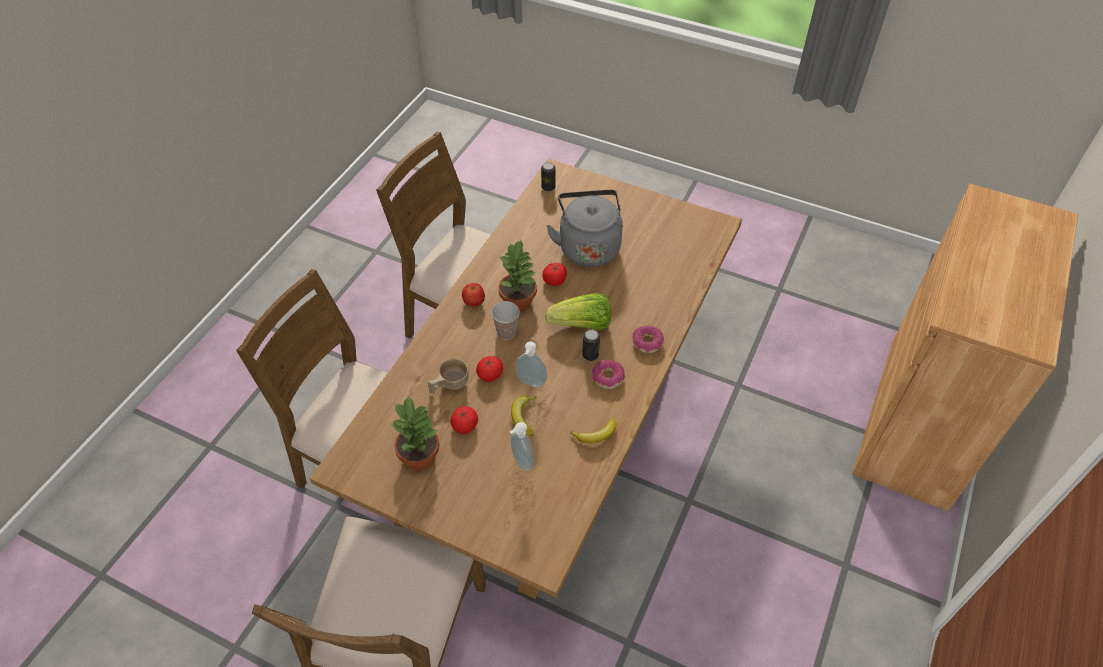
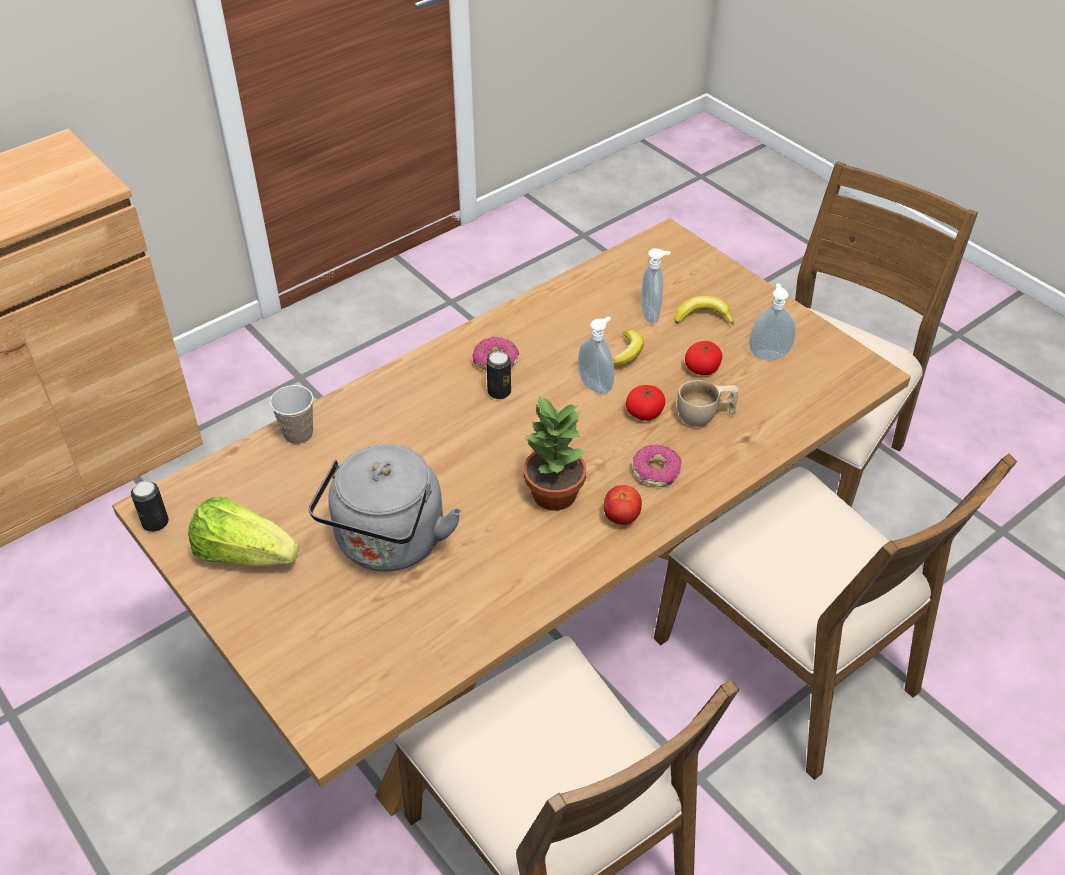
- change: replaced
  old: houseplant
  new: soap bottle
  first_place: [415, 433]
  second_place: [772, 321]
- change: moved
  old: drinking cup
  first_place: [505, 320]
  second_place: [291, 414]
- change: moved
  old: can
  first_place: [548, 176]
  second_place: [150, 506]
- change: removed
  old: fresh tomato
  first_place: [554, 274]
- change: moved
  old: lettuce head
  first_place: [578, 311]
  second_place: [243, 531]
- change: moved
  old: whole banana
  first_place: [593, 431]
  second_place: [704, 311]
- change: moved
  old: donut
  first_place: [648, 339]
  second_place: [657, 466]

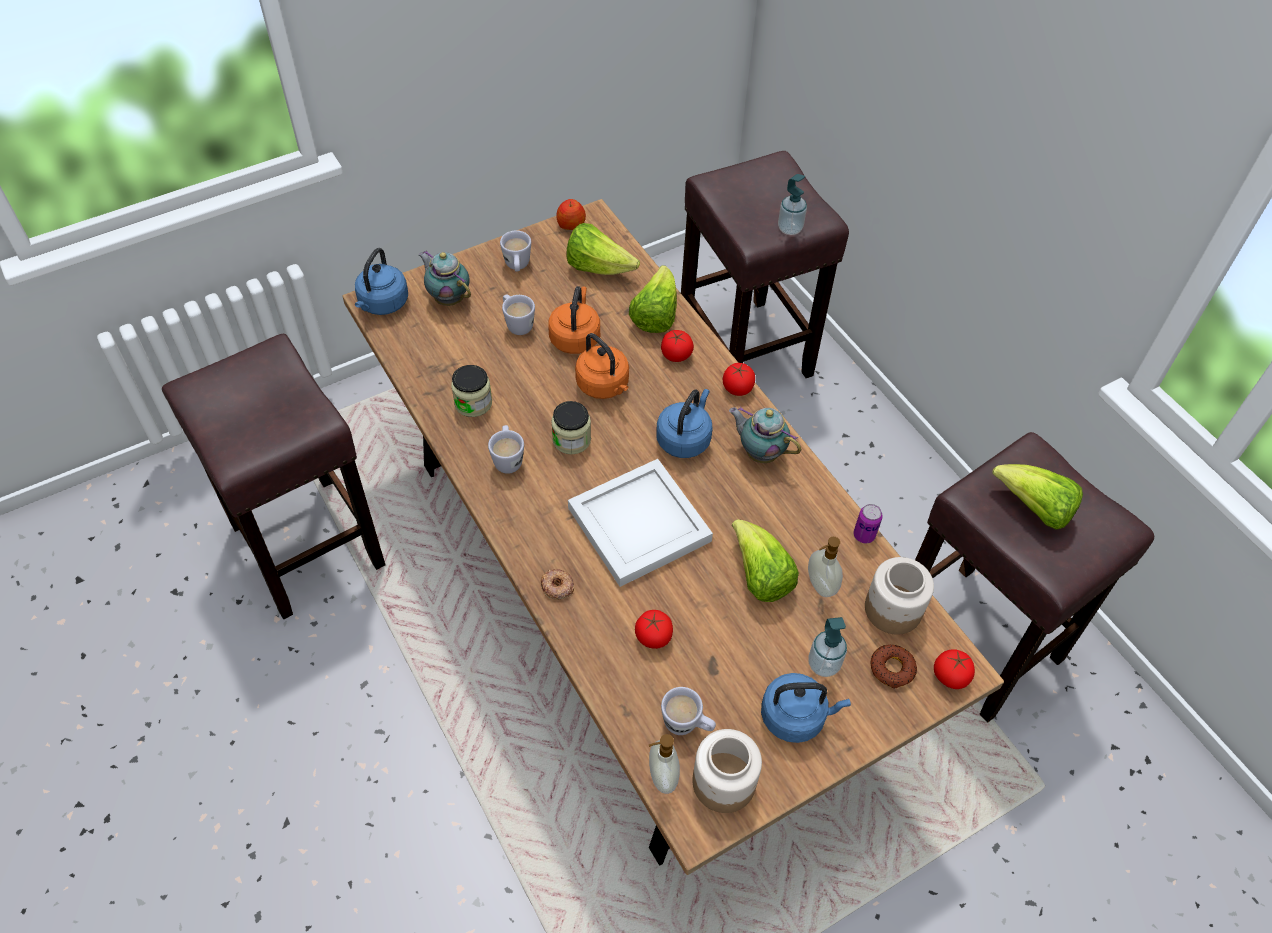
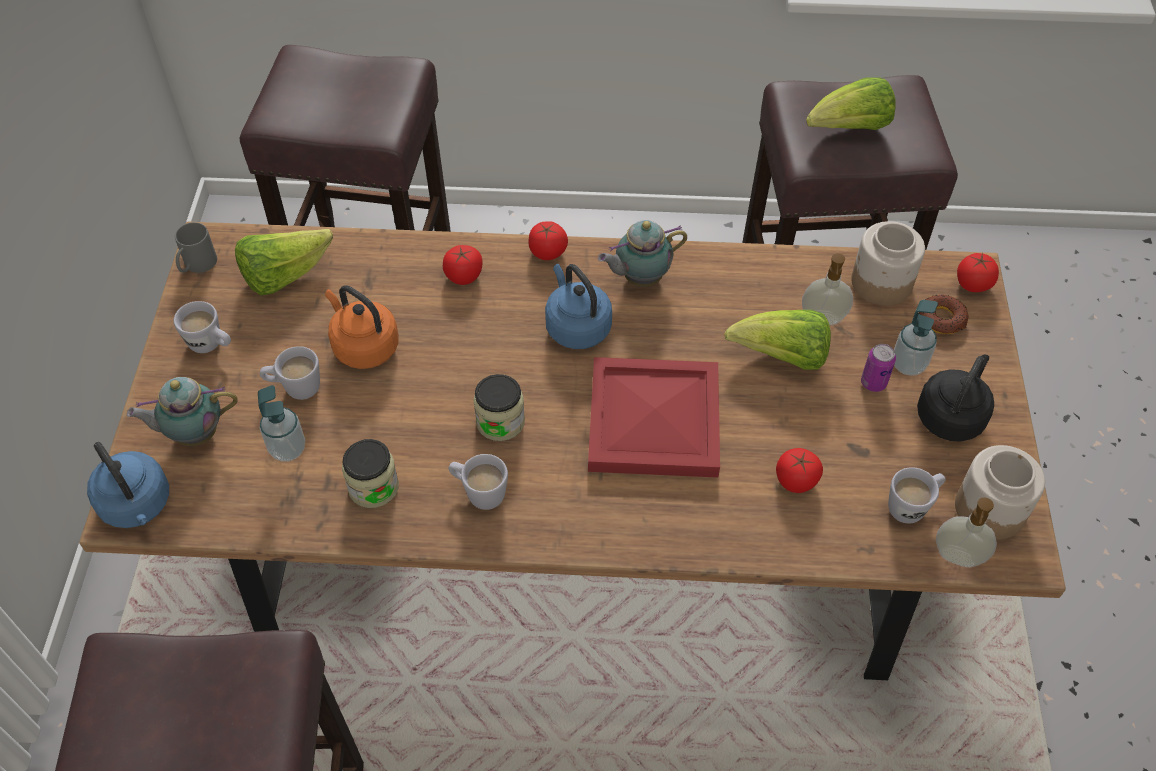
- change: removed
  old: donut
  first_place: [557, 584]
- change: replaced
  old: whole apple
  new: coffee mug in grey
  first_place: [571, 214]
  second_place: [196, 247]
- change: recoloured
  old: carrying tray in whitish
  new: carrying tray in red
  first_place: [640, 523]
  second_place: [654, 417]
- change: removed
  old: tea kettle in orange
  first_place: [602, 366]
- change: removed
  old: lettuce head
  first_place: [653, 299]
- change: recoloured
  old: tea kettle in bluish
  new: tea kettle in blackish
  first_place: [806, 708]
  second_place: [955, 398]
- change: moved
  old: soap bottle
  first_place: [792, 204]
  second_place: [281, 423]
- change: moved
  old: can
  first_place: [868, 523]
  second_place: [878, 368]

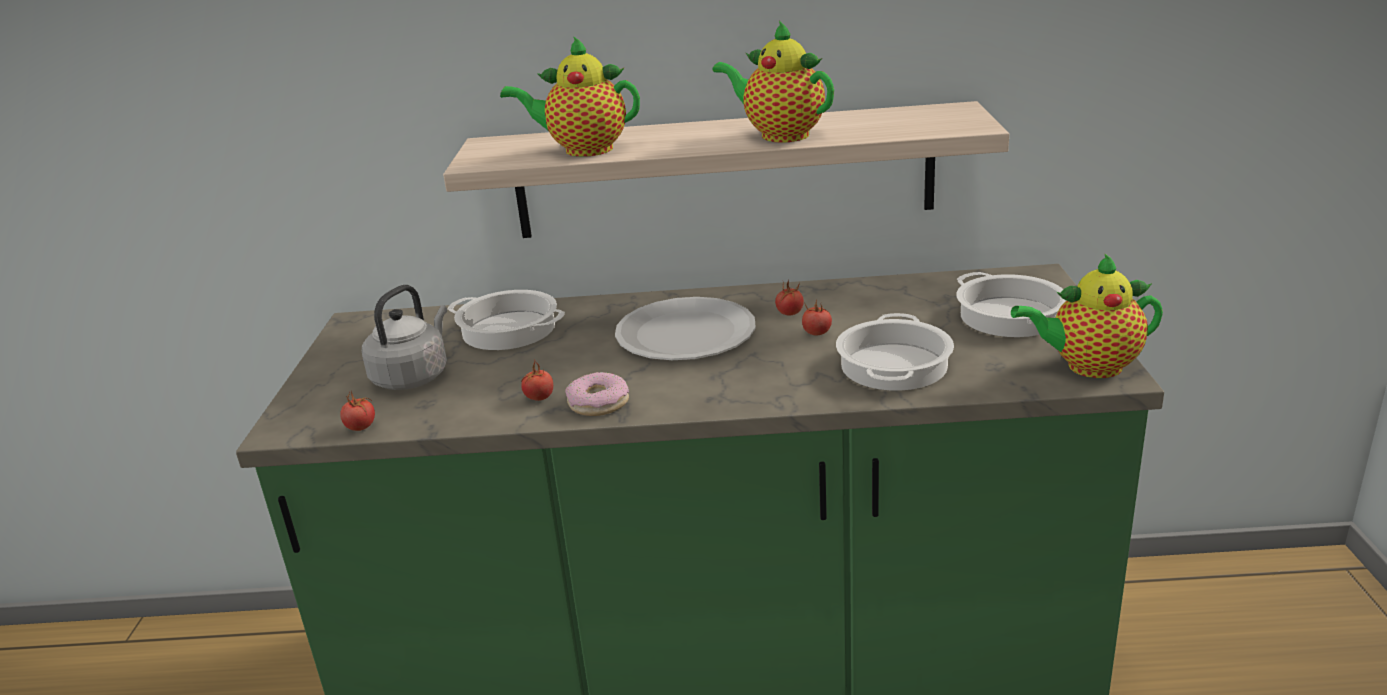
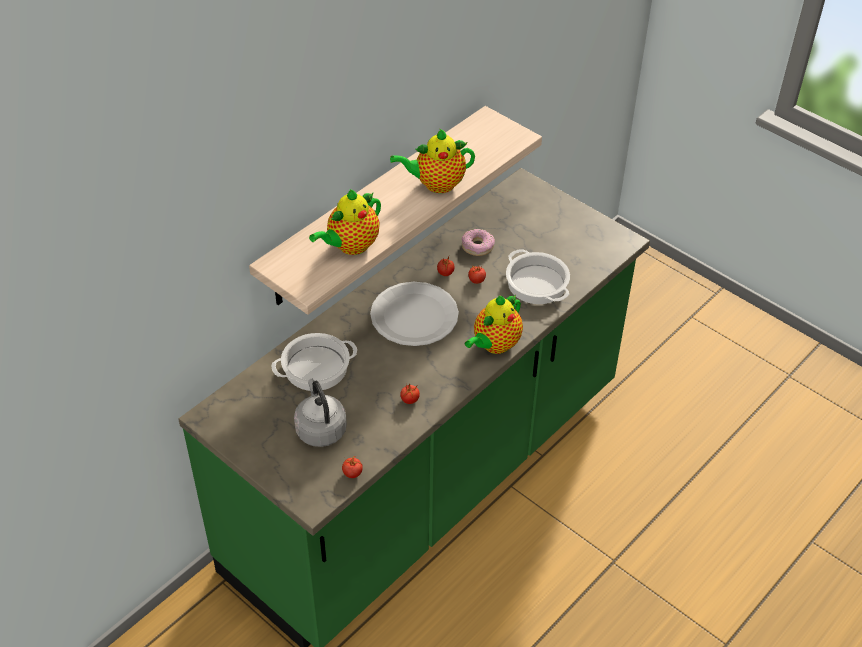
- change: moved
  old: donut
  first_place: [597, 394]
  second_place: [478, 242]
- change: removed
  old: saucepot
  first_place: [1011, 304]
- change: moved
  old: pot for tea
  first_place: [1087, 315]
  second_place: [494, 324]

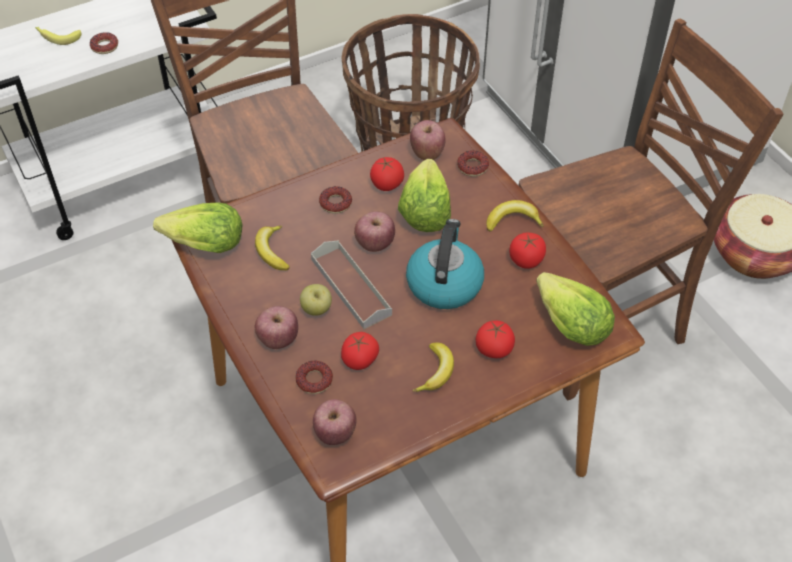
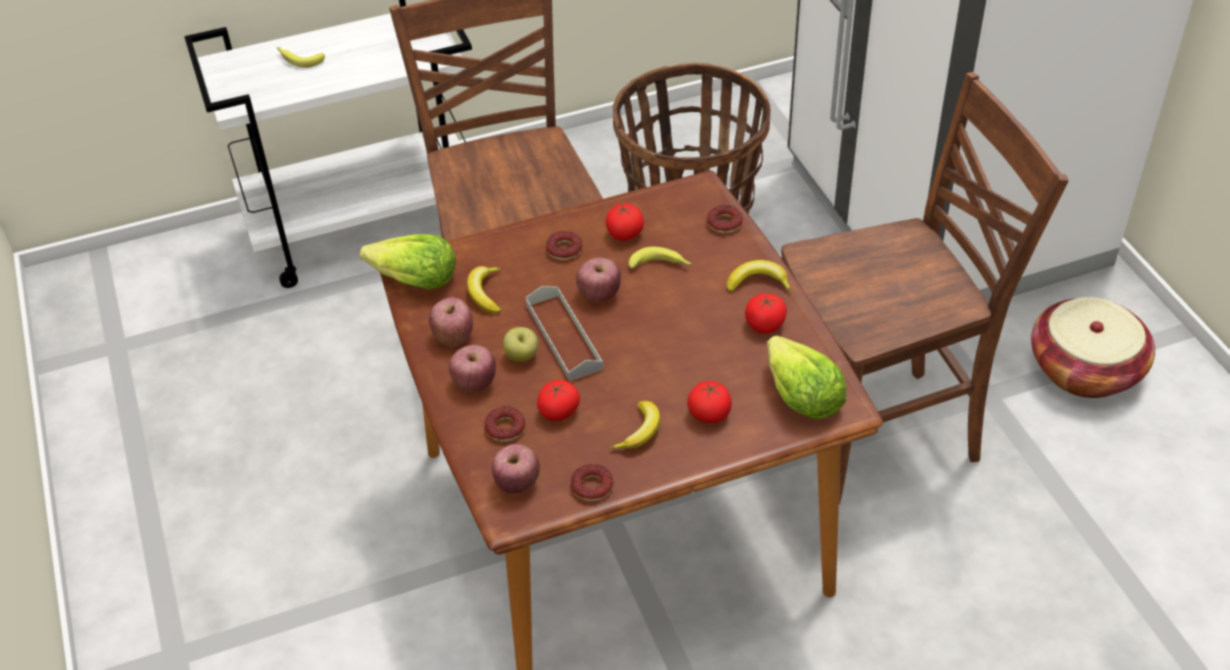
- change: moved
  old: donut
  first_place: [104, 43]
  second_place: [592, 482]
- change: replaced
  old: lettuce head
  new: whole banana
  first_place: [424, 195]
  second_place: [660, 258]
- change: removed
  old: tea kettle
  first_place: [445, 264]
- change: moved
  old: whole apple
  first_place: [428, 140]
  second_place: [451, 322]

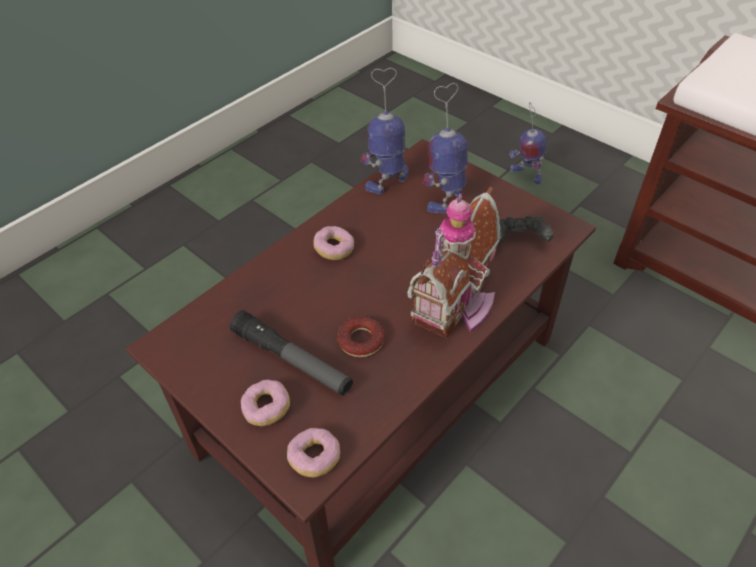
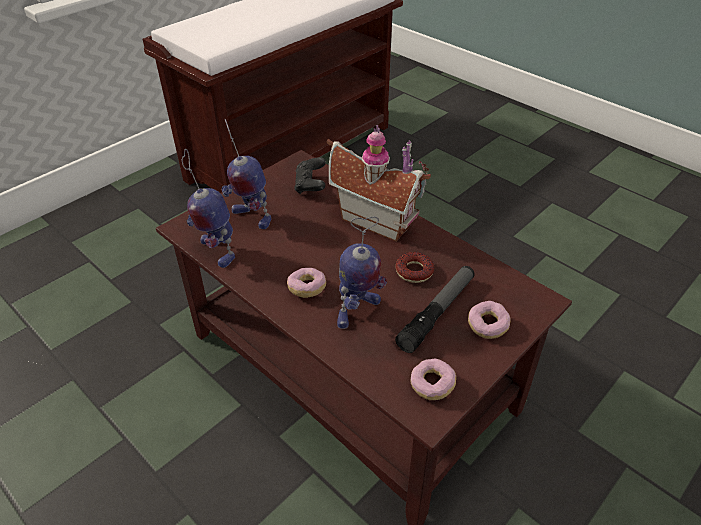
- change: moved
  old: donut
  first_place: [313, 452]
  second_place: [433, 379]
- change: moved
  old: toy robot
  first_place: [527, 143]
  second_place: [362, 272]

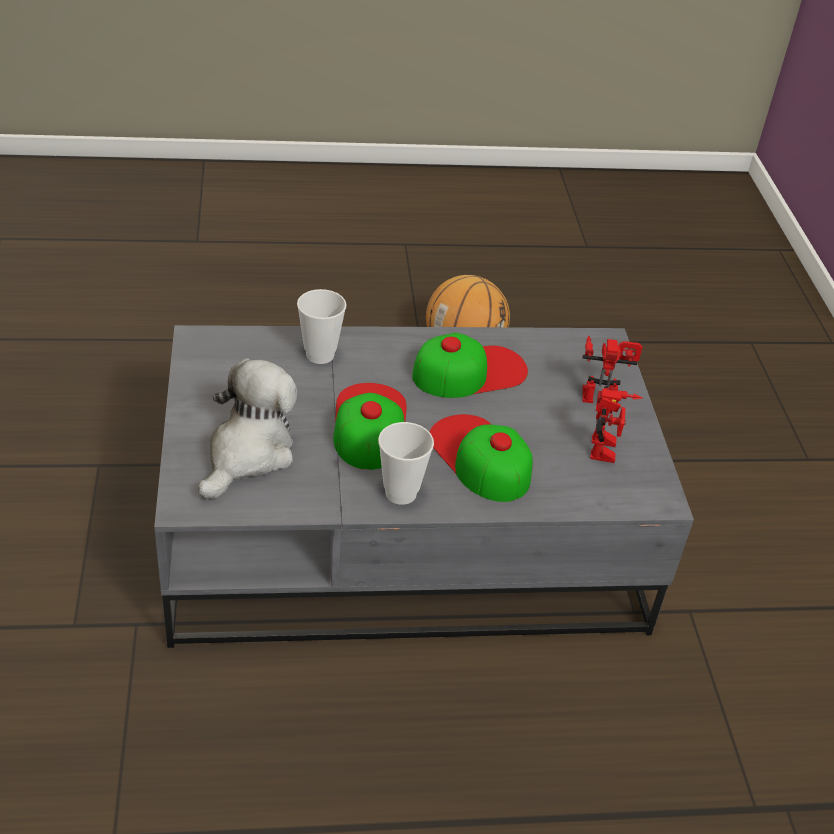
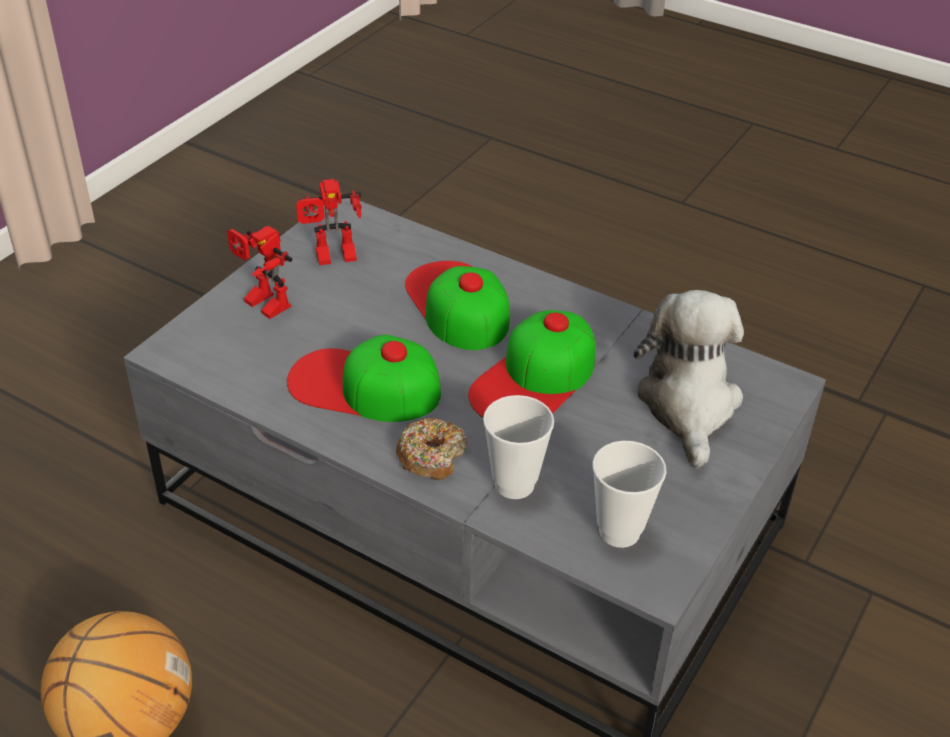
- change: turned
  old: plush toy
  first_place: [247, 428]
  second_place: [689, 379]
  degrees: 120
- change: moved
  old: drinking cup
  first_place: [406, 463]
  second_place: [629, 494]
- change: turned
  old: cap
  first_place: [481, 458]
  second_place: [457, 305]
  degrees: 150
- change: turned
  old: toy robot
  first_place: [616, 424]
  second_place: [328, 222]
  degrees: -150
- change: added
  new: donut
  second_place: [432, 449]

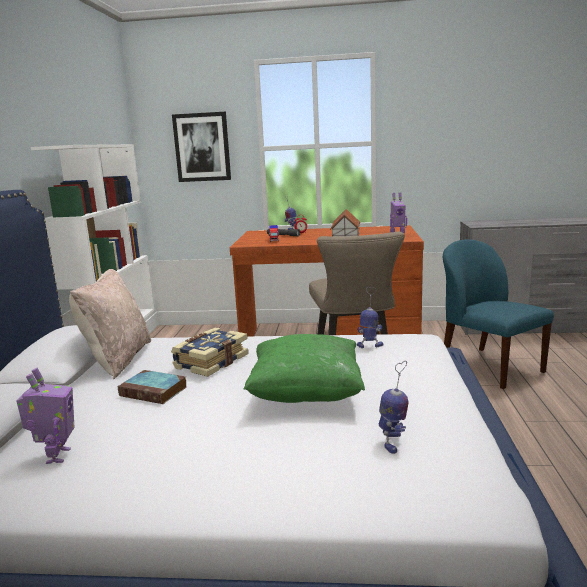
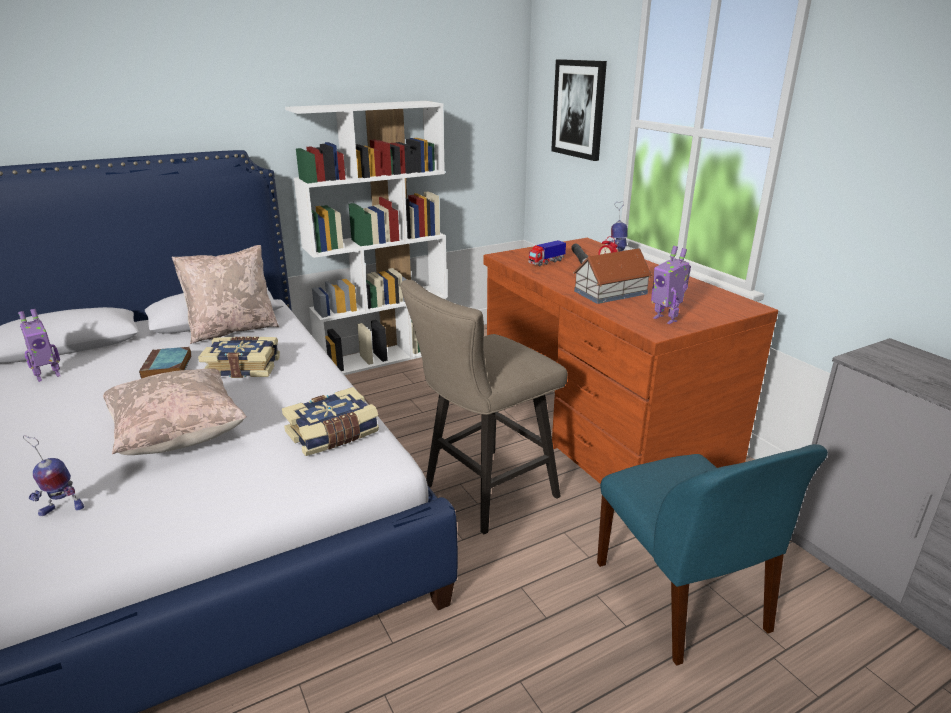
- change: recoloured
  old: throw pillow in greenish
  new: throw pillow in beige
  first_place: [304, 368]
  second_place: [175, 411]
- change: replaced
  old: toy robot
  new: book
  first_place: [370, 317]
  second_place: [330, 421]
- change: turned
  old: upright chair in bluish
  first_place: [498, 314]
  second_place: [712, 555]
  degrees: 135

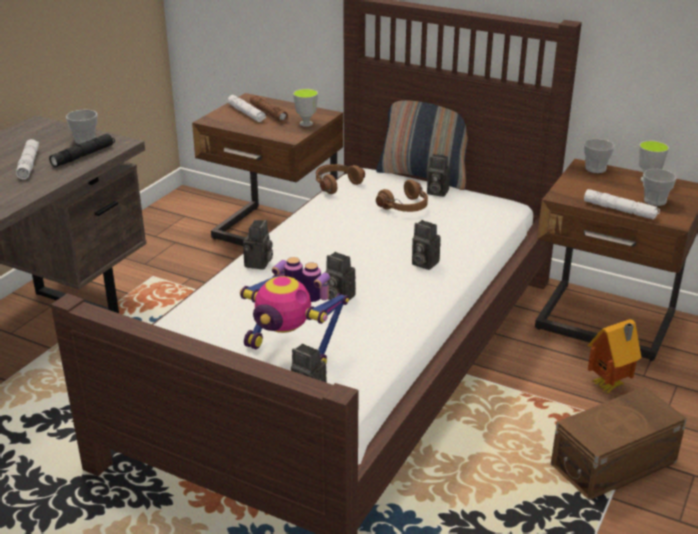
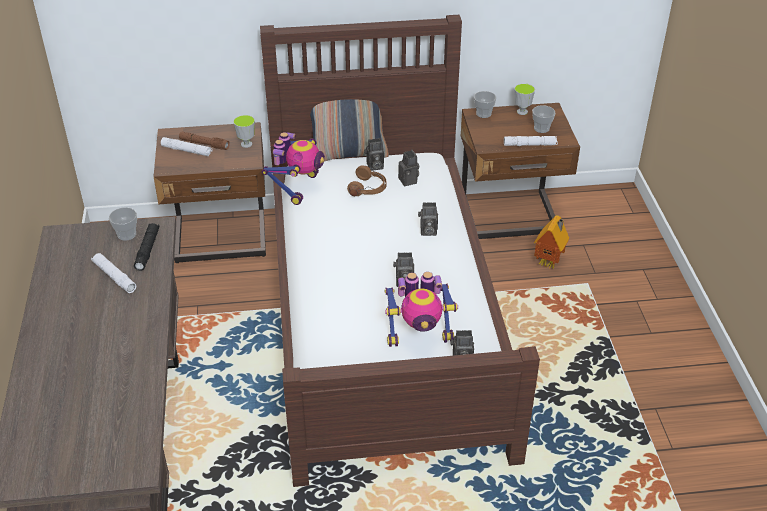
- change: moved
  old: photo camera
  first_place: [258, 245]
  second_place: [408, 167]
- change: replaced
  old: headphones in brown
  new: toy robot
  first_place: [340, 179]
  second_place: [293, 168]
- change: removed
  old: storage bin in brown
  first_place: [619, 443]

